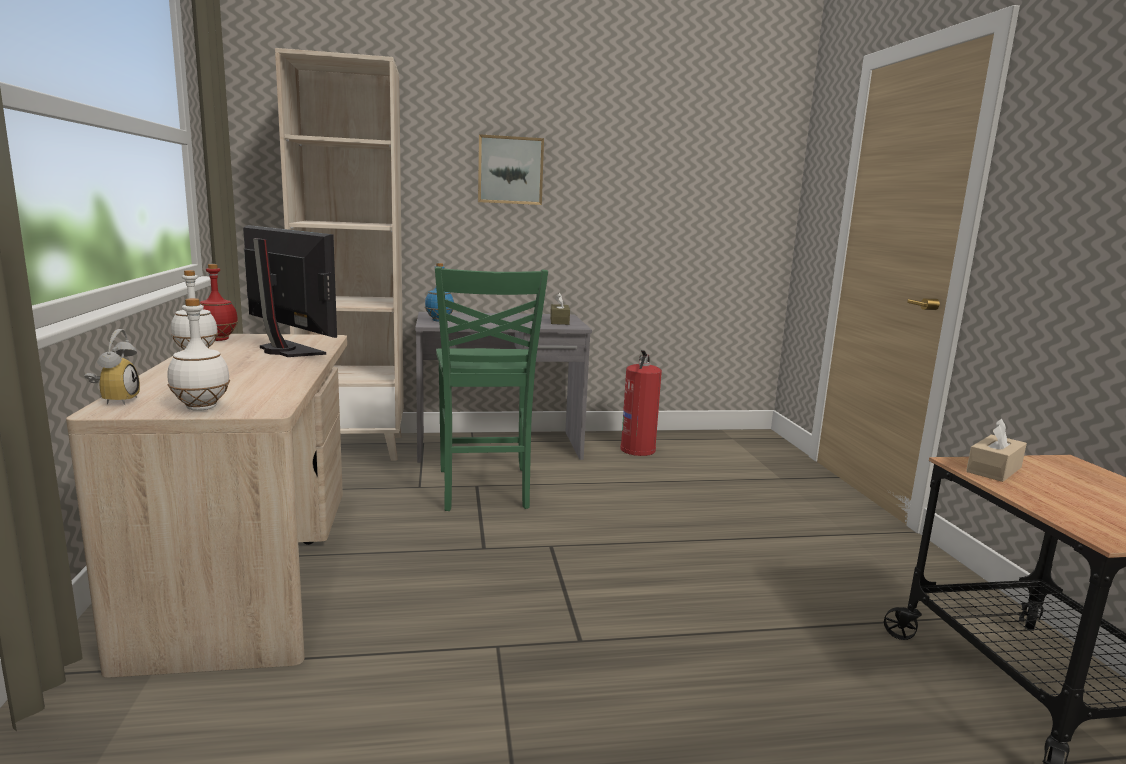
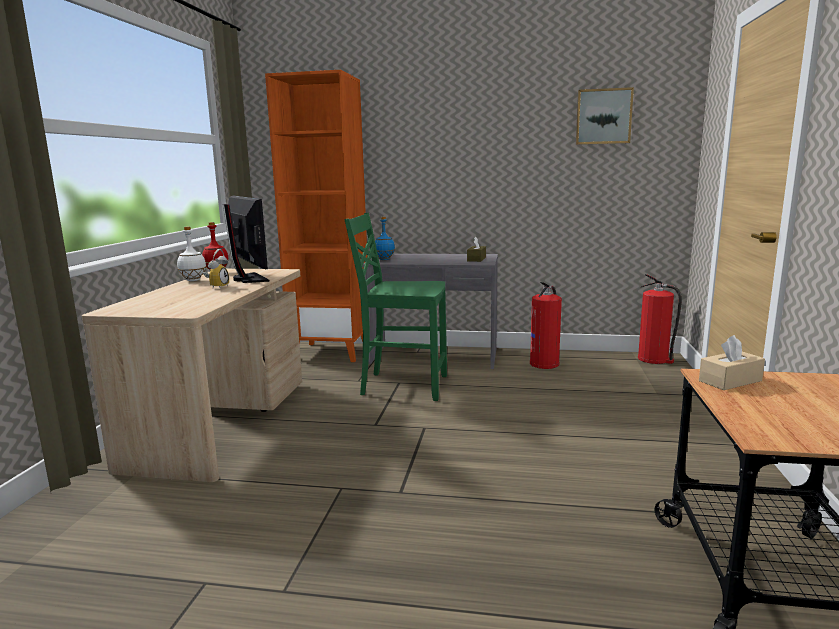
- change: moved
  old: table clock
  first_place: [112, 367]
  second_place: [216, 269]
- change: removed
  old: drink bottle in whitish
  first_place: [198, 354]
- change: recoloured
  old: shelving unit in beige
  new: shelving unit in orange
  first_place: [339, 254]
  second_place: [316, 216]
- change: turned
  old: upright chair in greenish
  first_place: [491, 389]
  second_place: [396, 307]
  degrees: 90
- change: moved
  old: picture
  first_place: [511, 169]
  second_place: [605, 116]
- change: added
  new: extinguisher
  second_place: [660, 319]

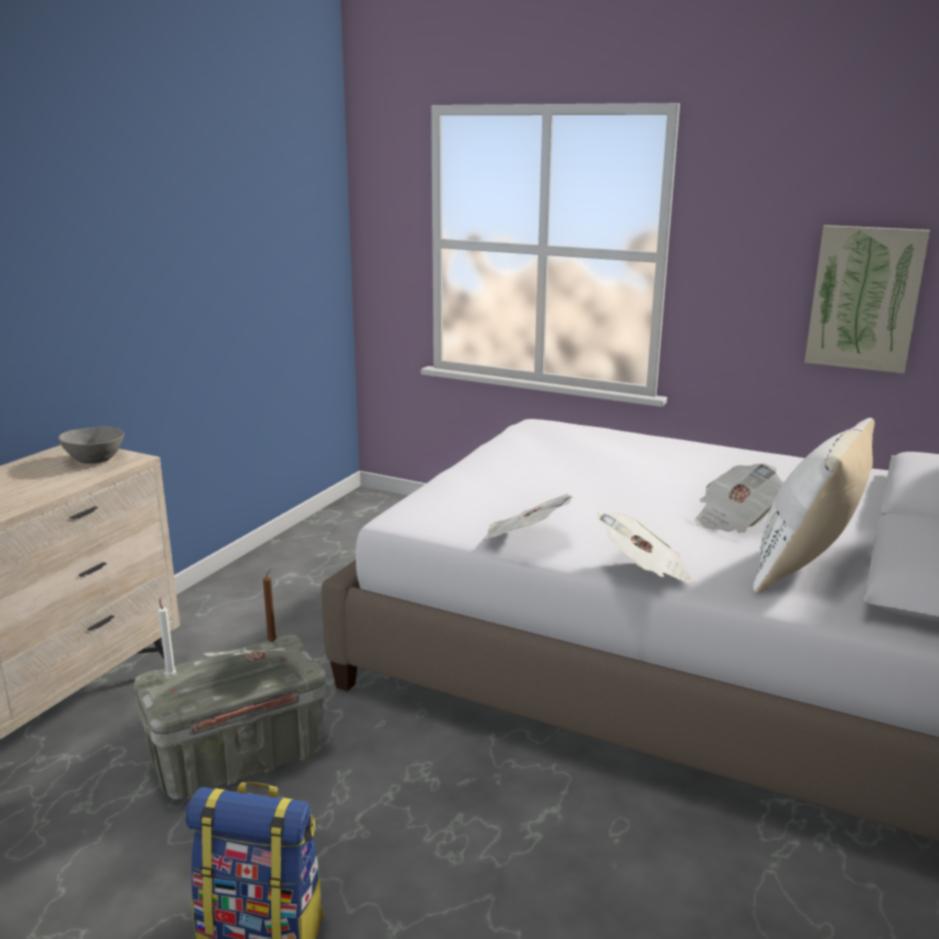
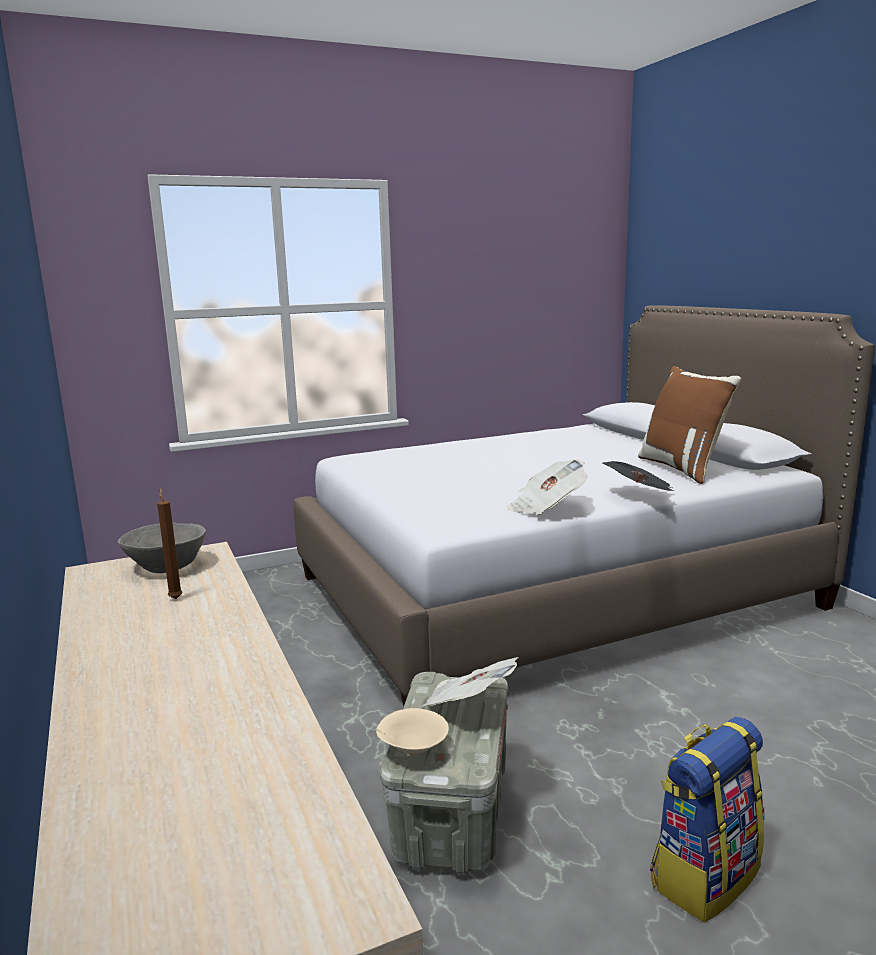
- change: replaced
  old: candle in whitish
  new: serving bowl in beige
  first_place: [167, 637]
  second_place: [412, 732]
- change: moved
  old: candle in brown
  first_place: [270, 605]
  second_place: [170, 543]
- change: removed
  old: newspaper
  first_place: [739, 498]
- change: recoloured
  old: throw pillow in whitish
  new: throw pillow in brown
  first_place: [814, 506]
  second_place: [689, 425]
- change: removed
  old: picture
  first_place: [867, 299]

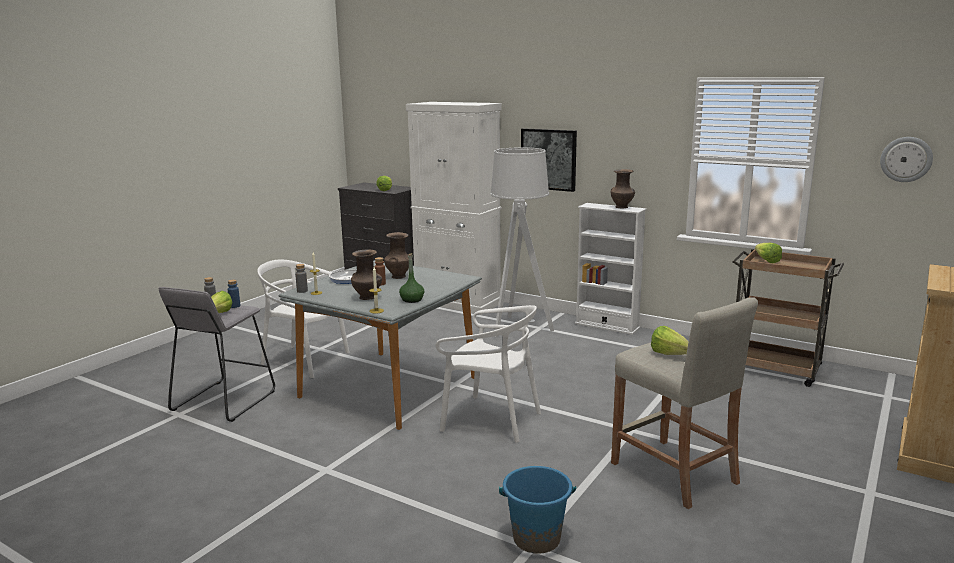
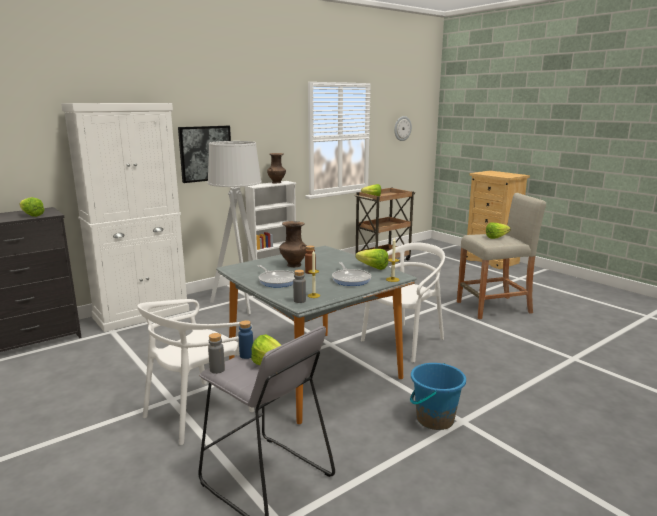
- change: replaced
  old: decorative vase in brown
  new: skillet
  first_place: [366, 275]
  second_place: [351, 274]
- change: replaced
  old: drink bottle in greenish
  new: lettuce head
  first_place: [412, 278]
  second_place: [372, 259]
- change: moved
  old: water bucket in bluish
  first_place: [537, 510]
  second_place: [438, 396]

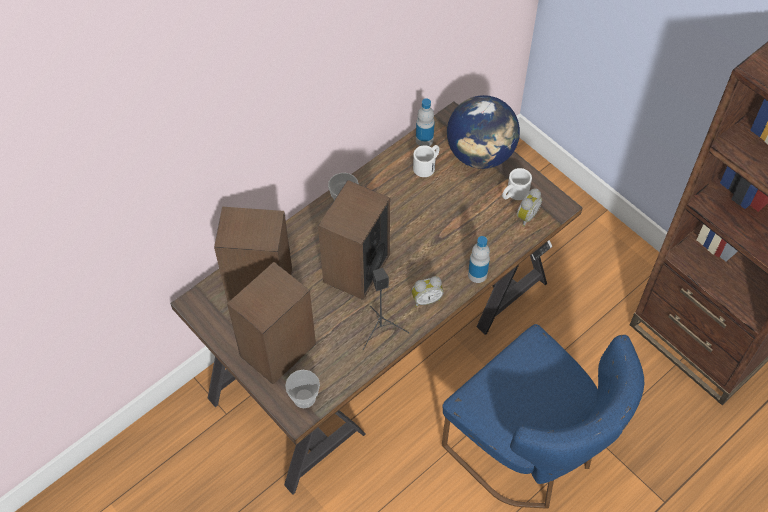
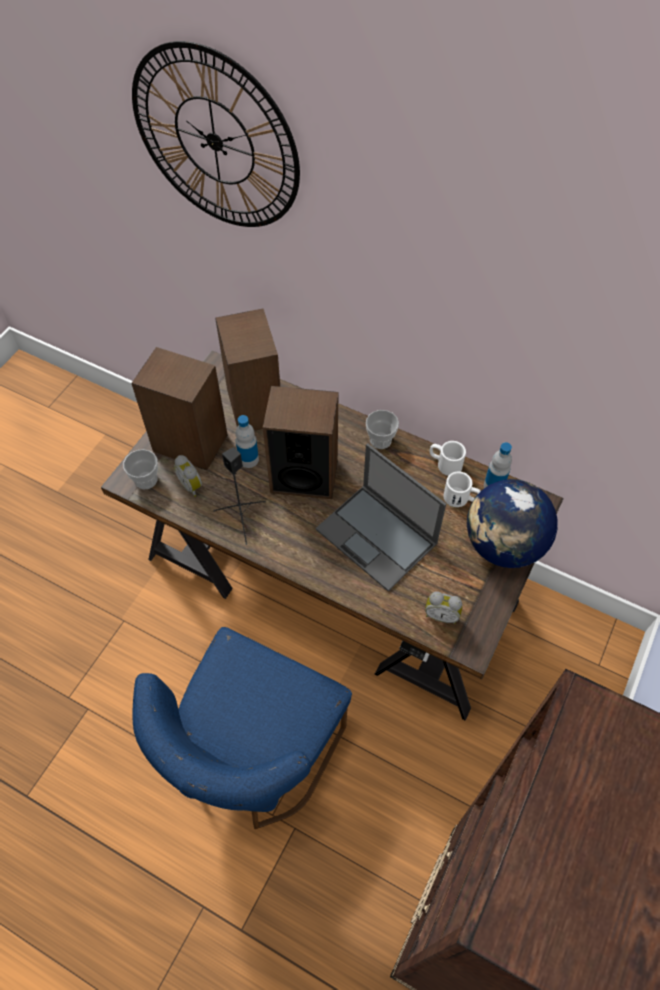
- change: moved
  old: table clock
  first_place: [428, 291]
  second_place: [188, 476]
- change: moved
  old: drink bottle
  first_place: [479, 259]
  second_place: [247, 441]
- change: moved
  old: coffee mug in whitish
  first_place: [517, 184]
  second_place: [447, 458]
- change: added
  new: clock on the wall
  second_place: [216, 134]
- change: added
  new: notebook computer
  second_place: [381, 517]

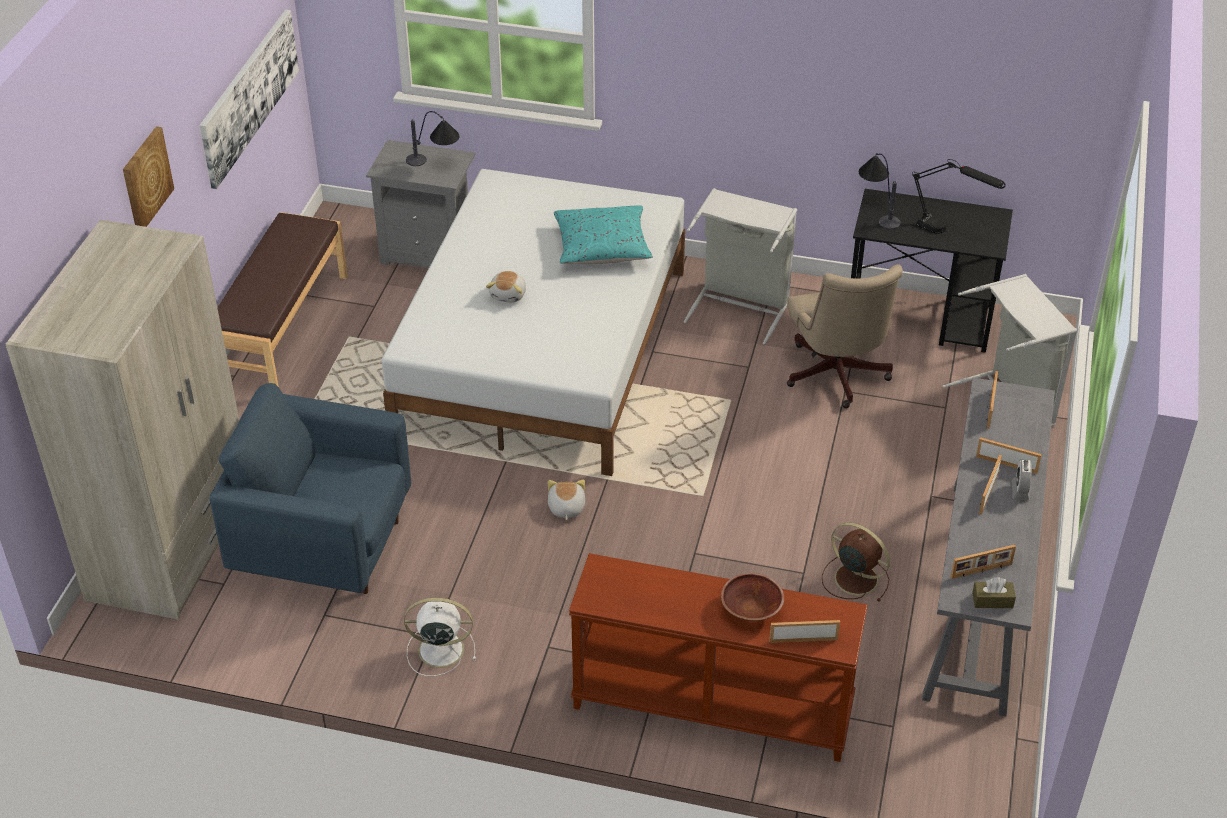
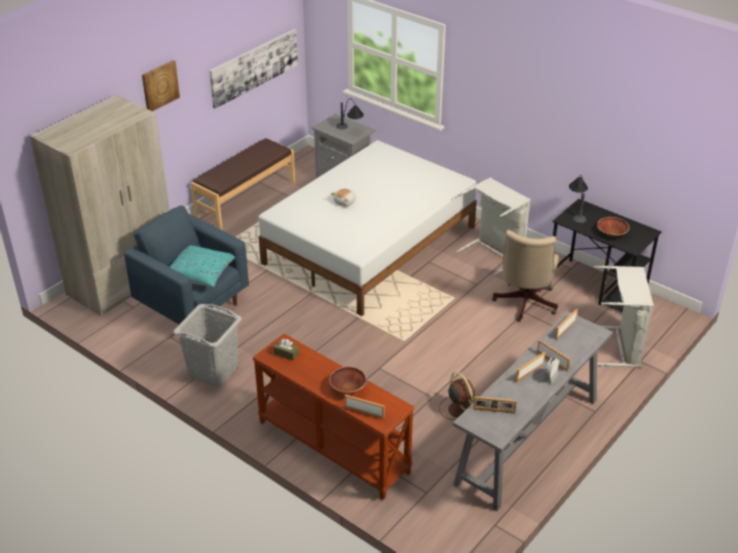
- change: replaced
  old: electric fan in whitish
  new: hamper in grey
  first_place: [440, 637]
  second_place: [207, 345]
- change: removed
  old: plush toy
  first_place: [566, 499]
- change: moved
  old: throw pillow in blue-green
  first_place: [603, 234]
  second_place: [202, 266]
- change: replaced
  old: lamp for a table in blackish
  new: serving bowl in brown
  first_place: [959, 196]
  second_place: [613, 227]
- change: moved
  old: box of tissues in brown
  first_place: [994, 592]
  second_place: [286, 349]

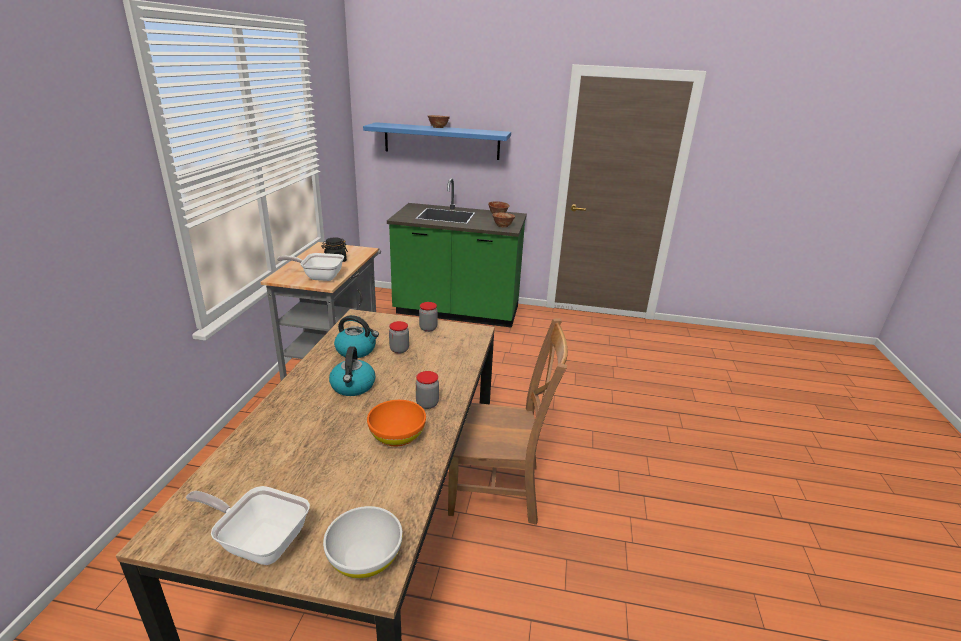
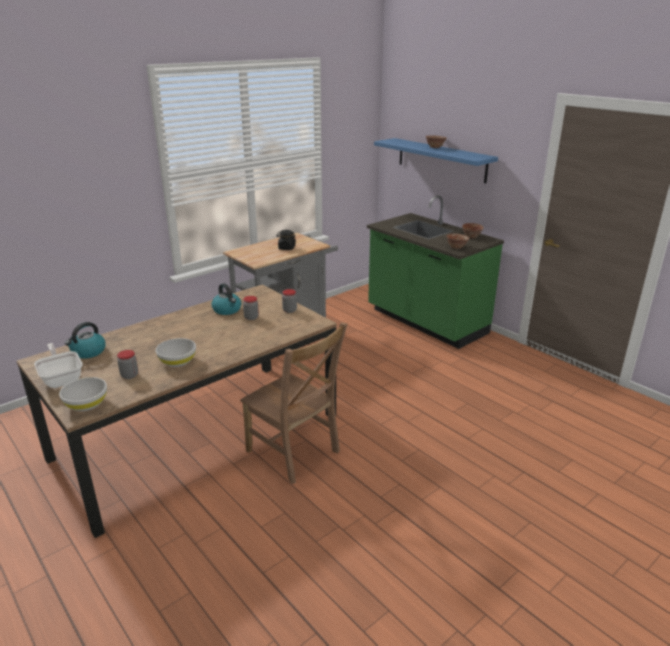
- change: removed
  old: skillet
  first_place: [310, 267]
- change: moved
  old: tea kettle
  first_place: [352, 371]
  second_place: [85, 340]
- change: recoloured
  old: serving bowl in orange
  new: serving bowl in whitish
  first_place: [396, 423]
  second_place: [176, 352]
- change: moved
  old: jar
  first_place: [427, 390]
  second_place: [127, 364]

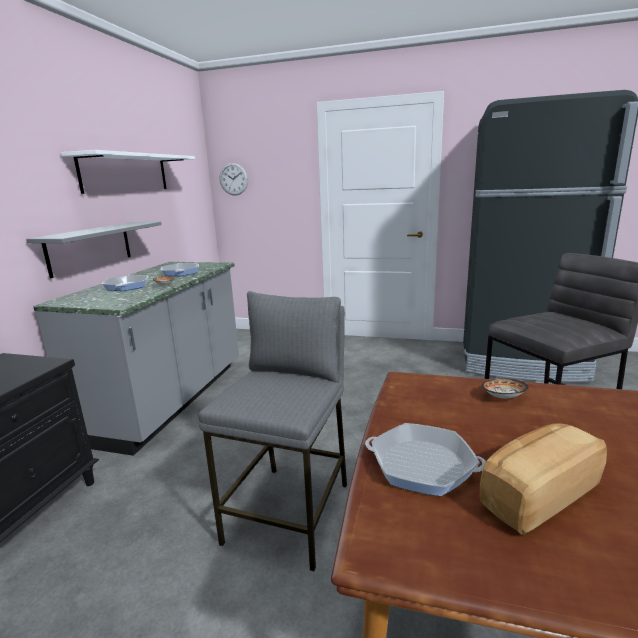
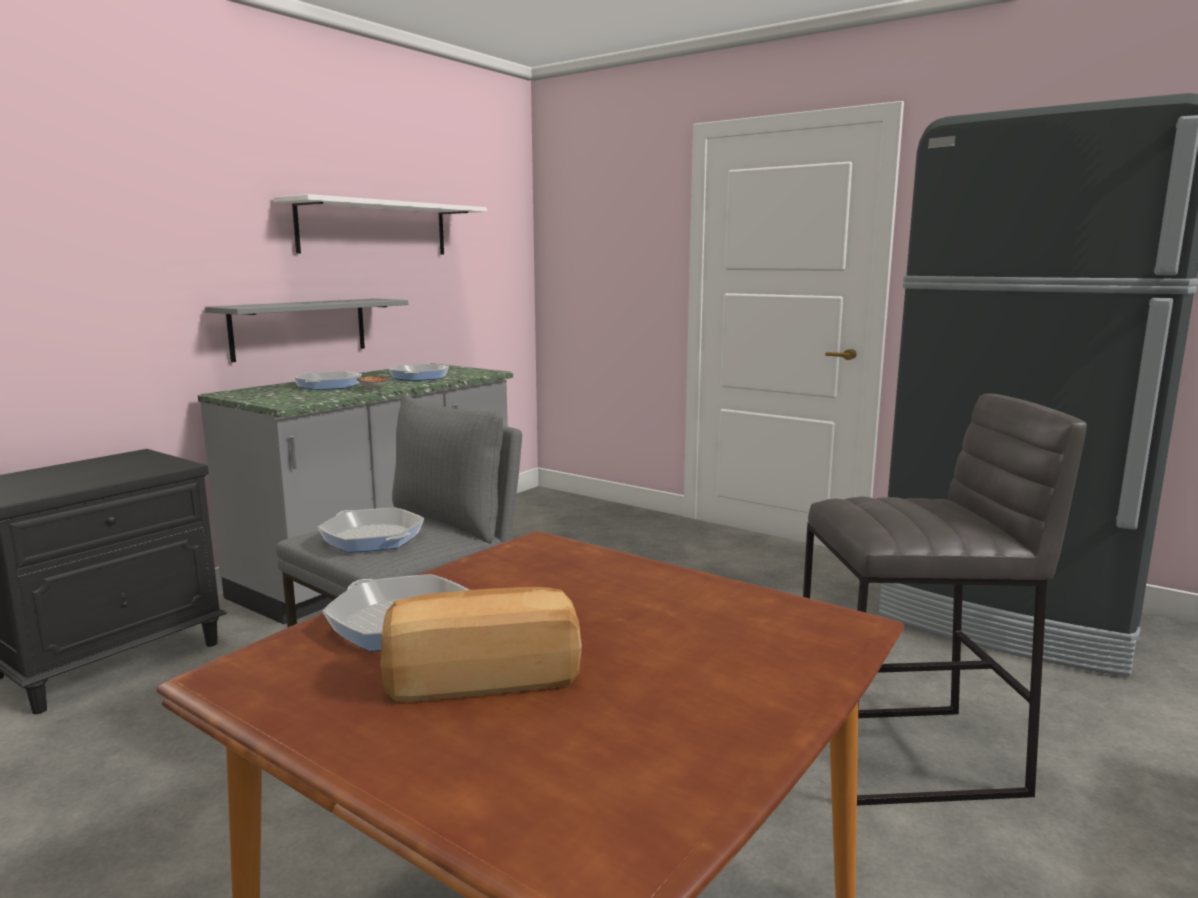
- change: removed
  old: clock on the wall
  first_place: [234, 179]
- change: removed
  old: serving bowl
  first_place: [505, 388]
- change: added
  new: skillet
  second_place: [370, 530]

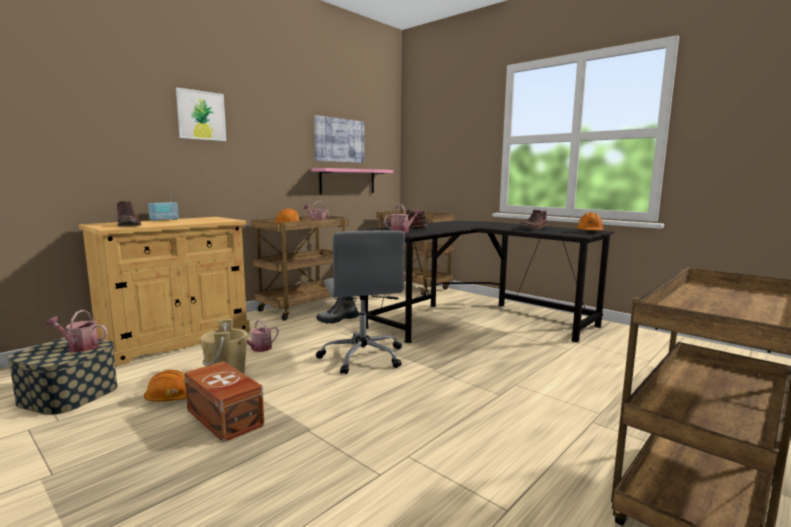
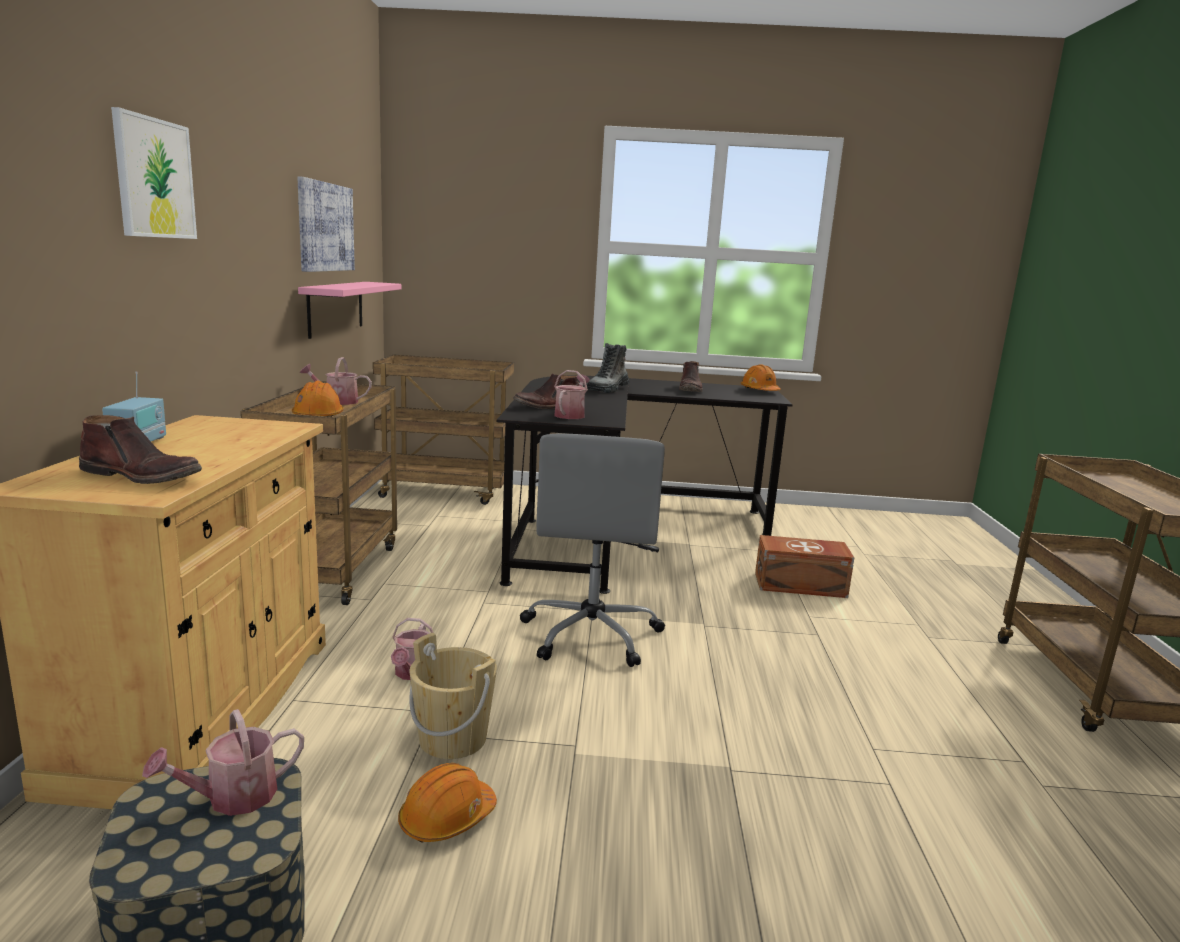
- change: moved
  old: storage bin in brown
  first_place: [224, 401]
  second_place: [805, 566]
- change: turned
  old: computer chair in grey
  first_place: [360, 302]
  second_place: [592, 550]
  degrees: 60
- change: moved
  old: high-top boot
  first_place: [338, 310]
  second_place: [608, 368]

